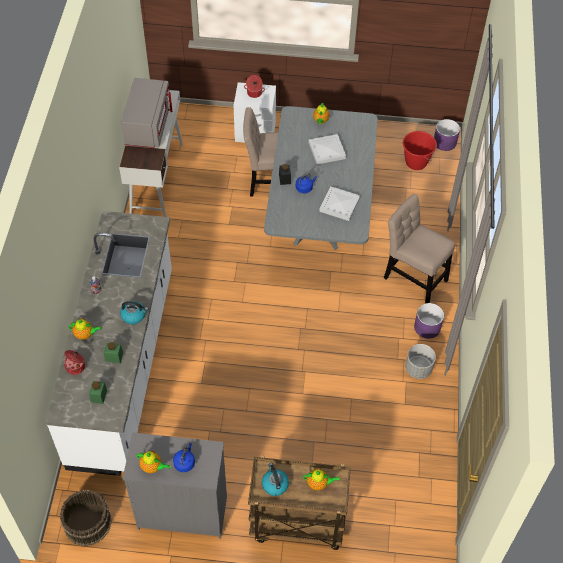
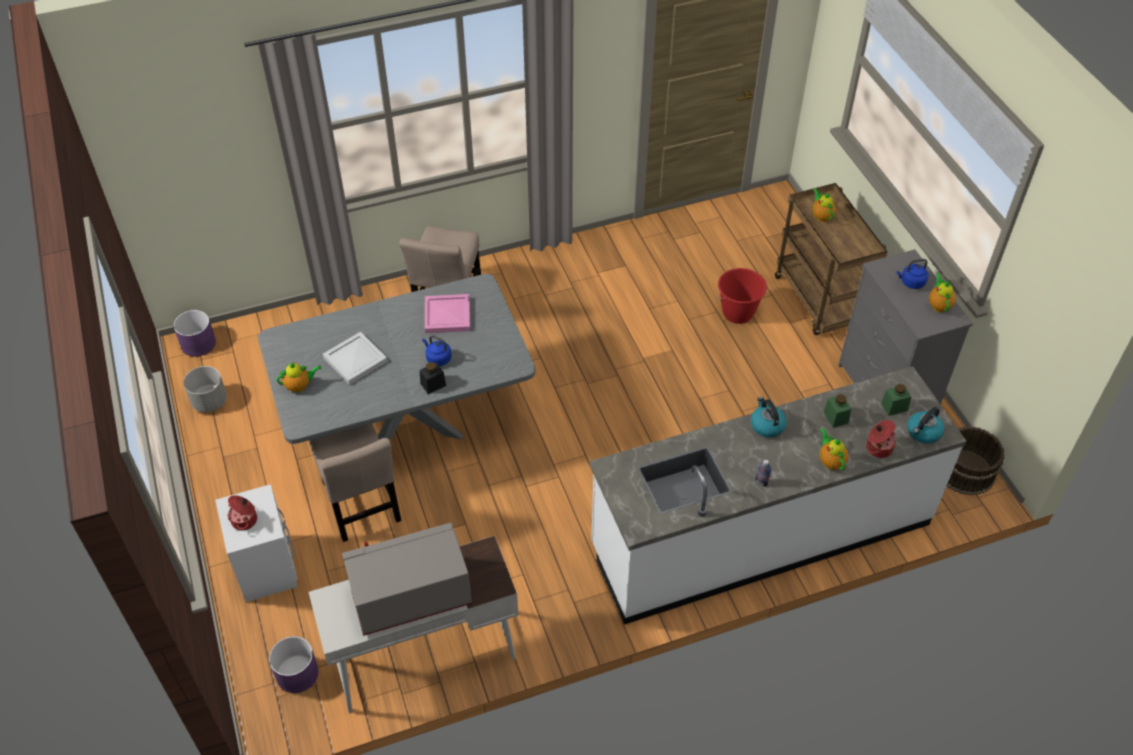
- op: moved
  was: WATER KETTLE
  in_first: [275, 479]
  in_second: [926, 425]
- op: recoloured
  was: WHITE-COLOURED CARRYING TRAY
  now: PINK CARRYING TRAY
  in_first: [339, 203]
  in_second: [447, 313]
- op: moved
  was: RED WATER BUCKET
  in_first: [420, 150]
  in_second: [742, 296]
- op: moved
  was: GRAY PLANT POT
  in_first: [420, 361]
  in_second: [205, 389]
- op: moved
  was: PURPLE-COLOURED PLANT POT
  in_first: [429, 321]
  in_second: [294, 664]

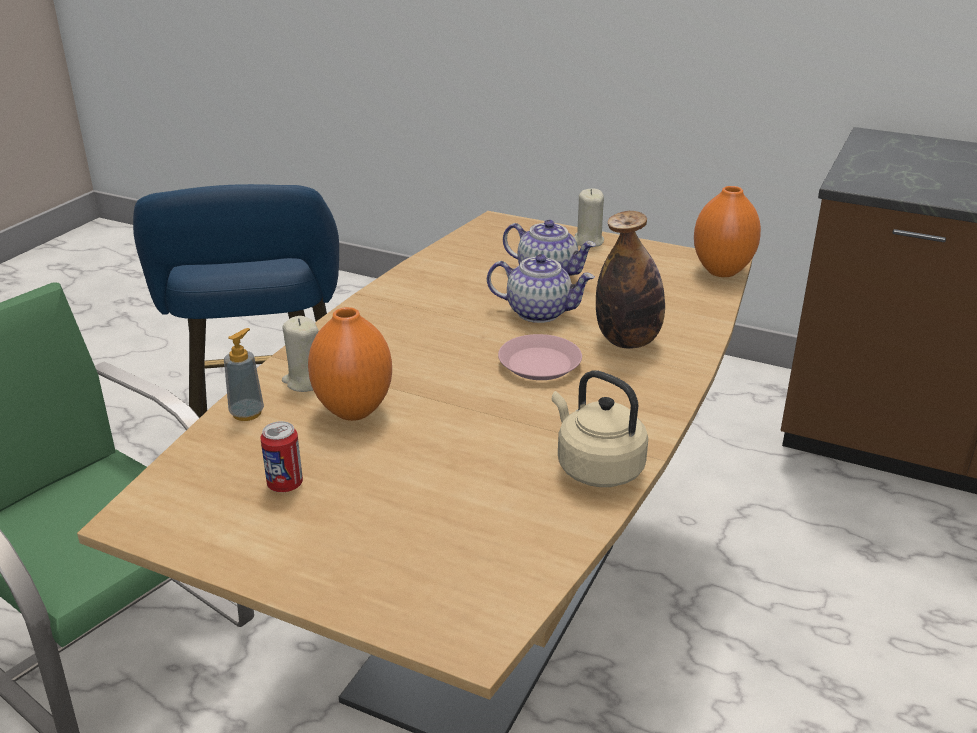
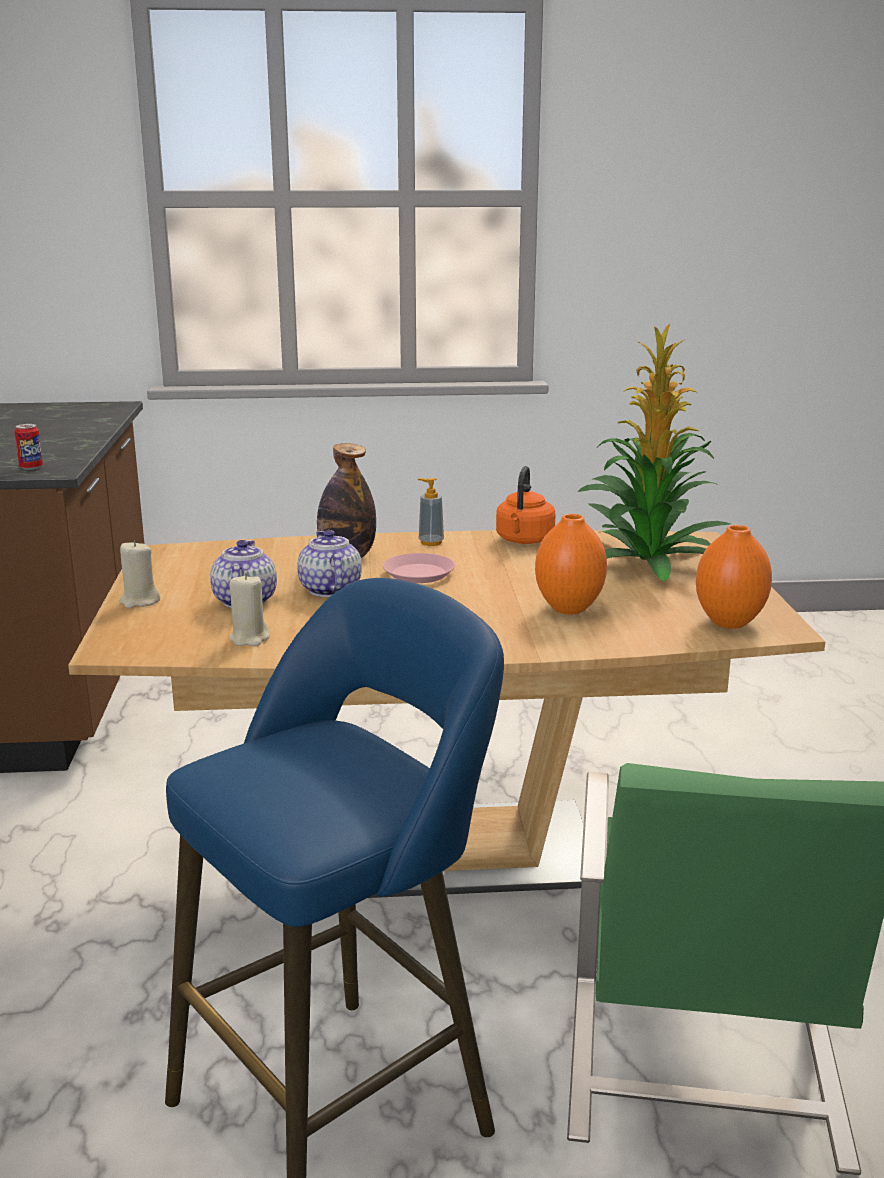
- op: moved
  was: LIQUID SOAP BOTTLE
  in_first: [244, 374]
  in_second: [431, 512]
- op: moved
  was: METAL CAN
  in_first: [281, 456]
  in_second: [28, 447]
- op: moved
  was: SAND-COLOURED WAX CANDLE
  in_first: [300, 354]
  in_second: [249, 609]
- op: recoloured
  was: SAND-COLOURED WATER KETTLE
  now: ORANGEY WATER KETTLE
  in_first: [600, 428]
  in_second: [526, 505]
- op: moved
  was: ORANGEY VASE
  in_first: [727, 231]
  in_second: [734, 577]
- op: added
  now: PLANT IN A POT
  in_second: [654, 453]

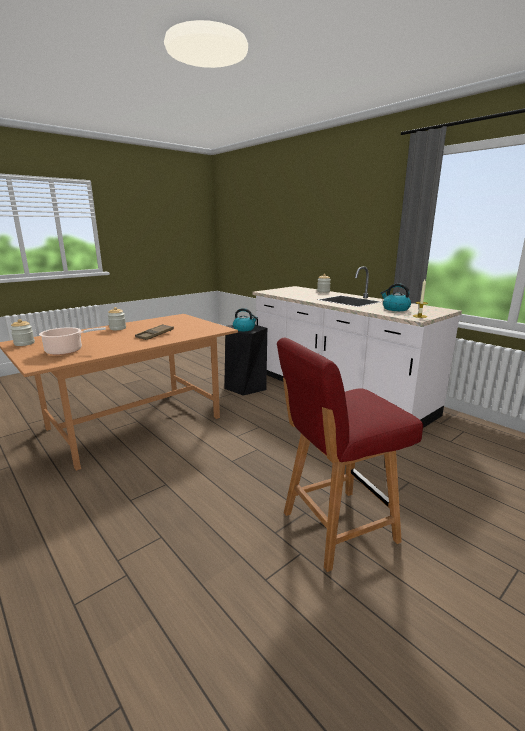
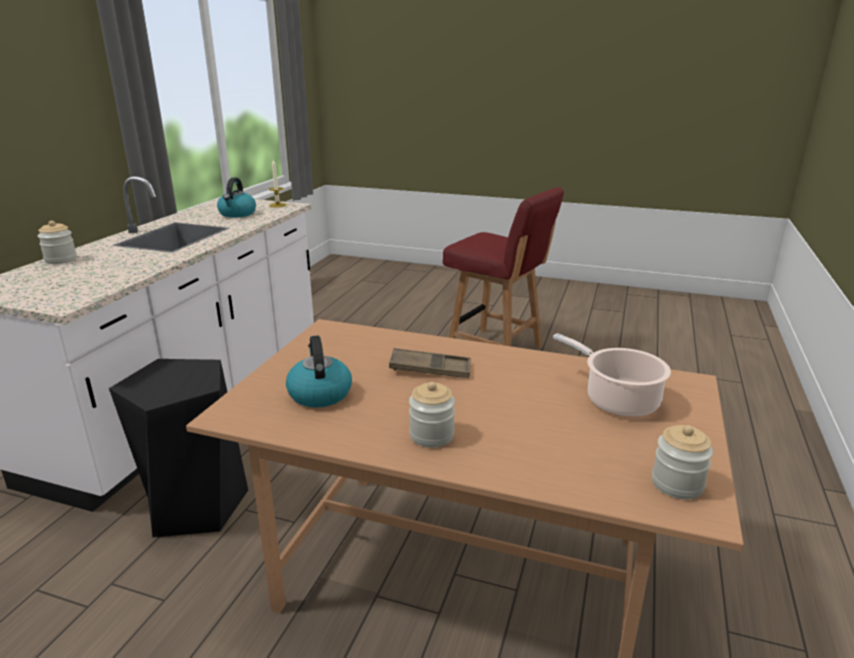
- op: moved
  was: WATER KETTLE
  in_first: [245, 319]
  in_second: [319, 372]

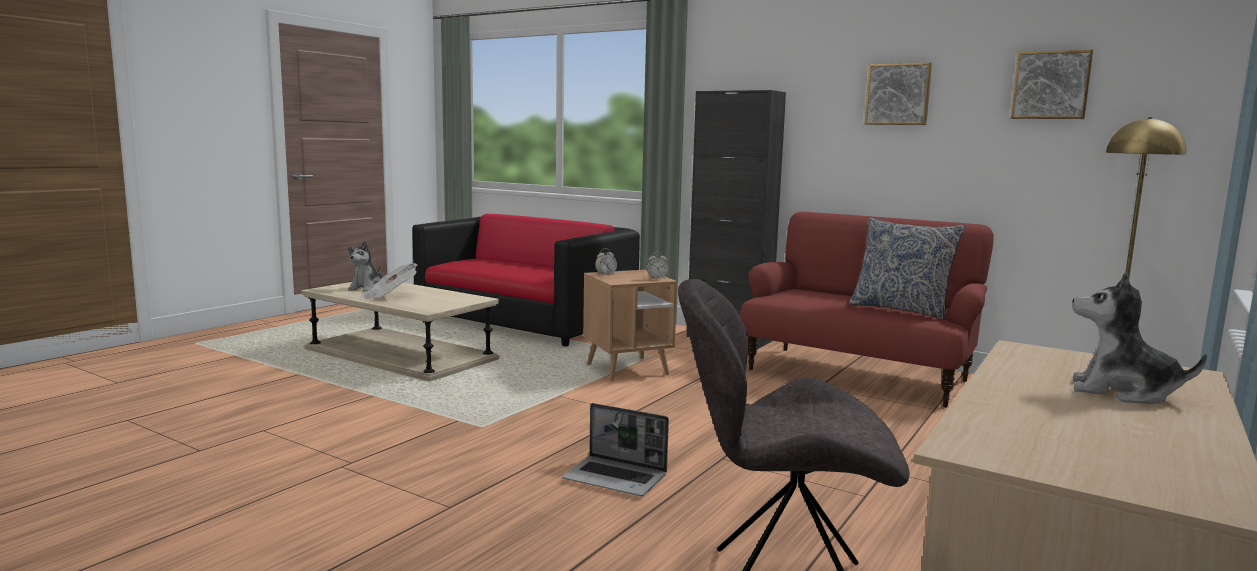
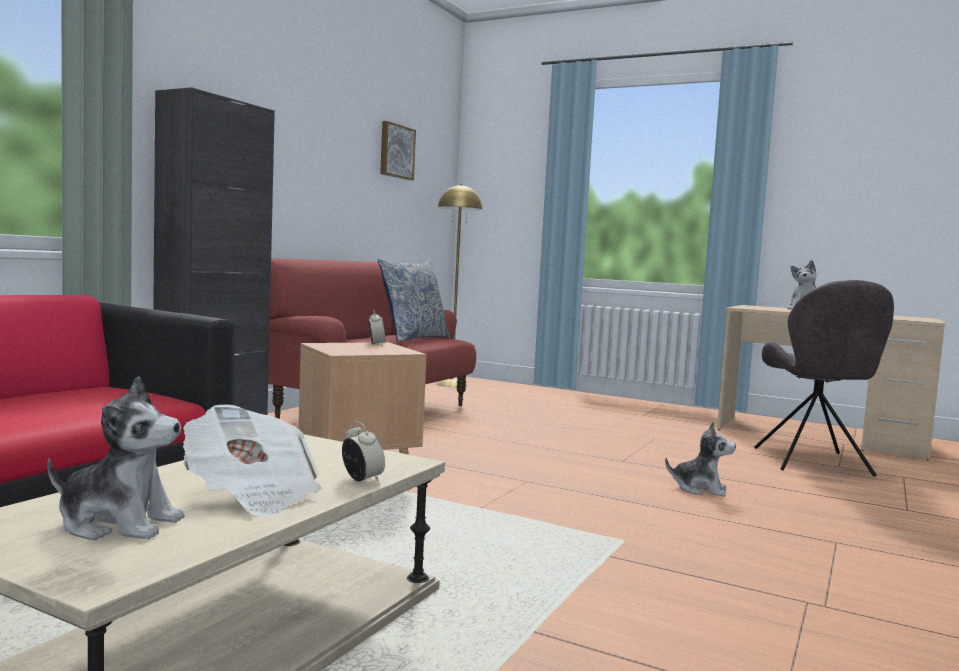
- op: replaced
  was: LAPTOP
  now: SOFT TOY
  in_first: [615, 449]
  in_second: [700, 459]
- op: moved
  was: BEDSIDE CLOCK
  in_first: [606, 261]
  in_second: [363, 451]
- op: removed
  was: WALL PICTURE
  in_first: [898, 93]

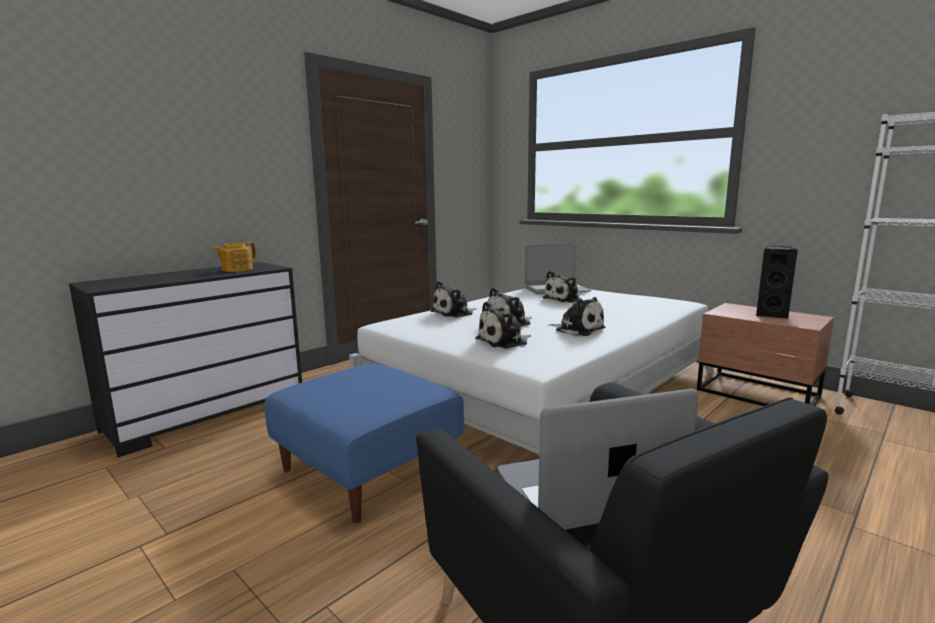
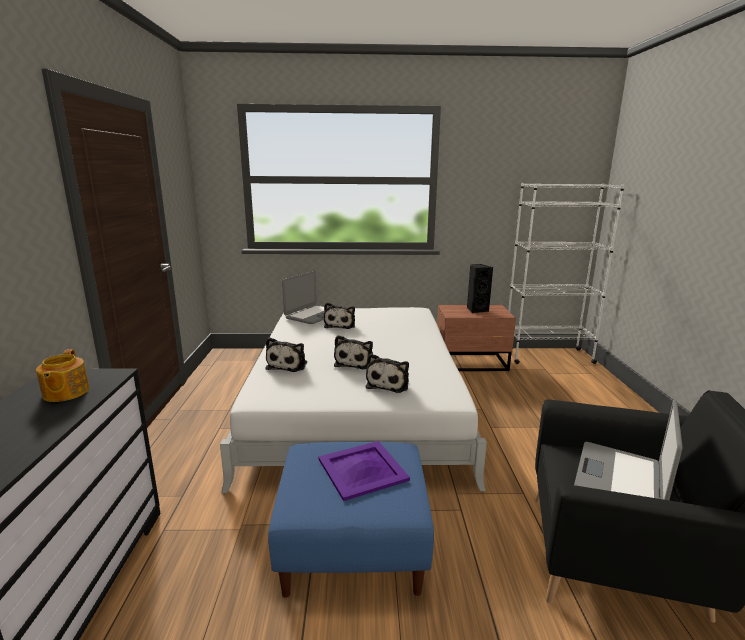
- op: removed
  was: SOFT TOY
  in_first: [576, 316]
- op: added
  now: PURPLE-COLOURED CARRYING TRAY
  in_second: [364, 471]

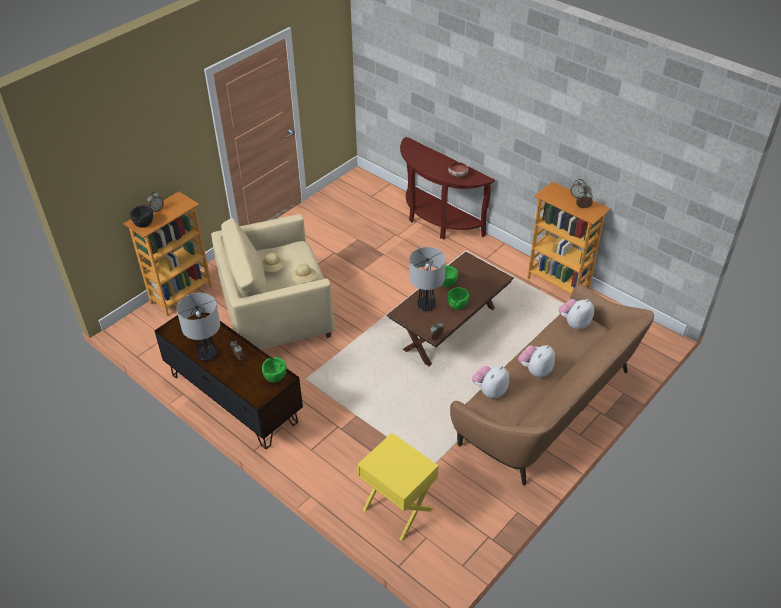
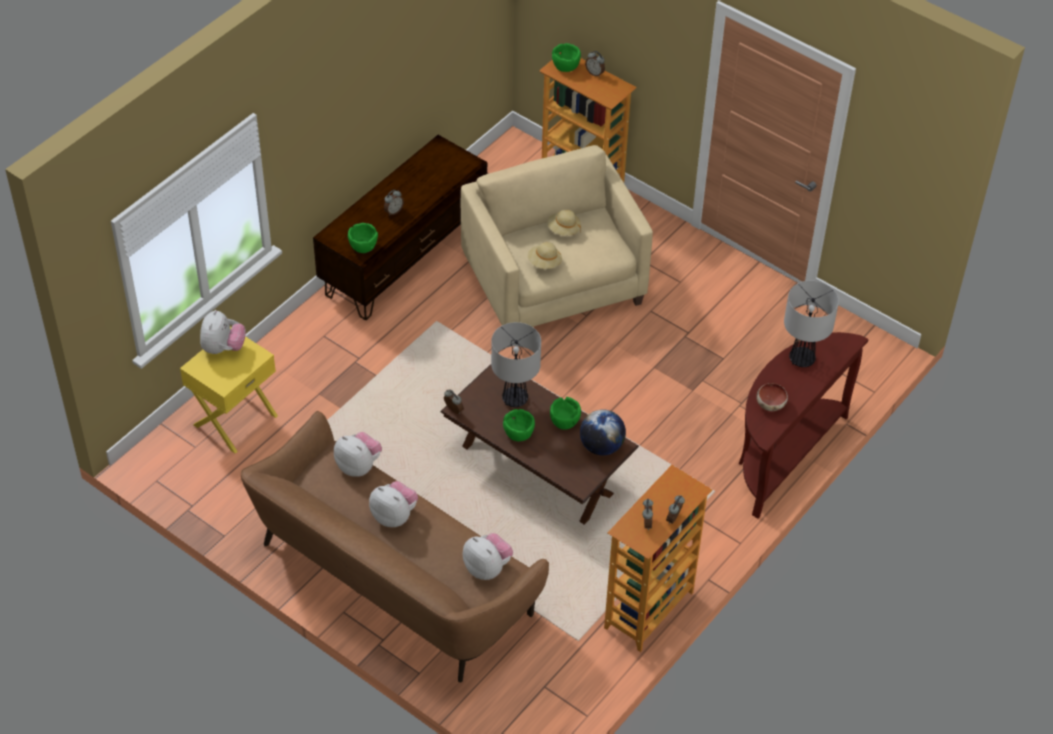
- op: recoloured
  was: BLACK BOWL
  now: GREEN BOWL
  in_first: [141, 216]
  in_second: [566, 57]
- op: moved
  was: LAMP FOR A TABLE
  in_first: [198, 327]
  in_second: [811, 324]
- op: added
  now: SOFT TOY
  in_second: [223, 332]
- op: added
  now: WORLD GLOBE
  in_second: [603, 432]

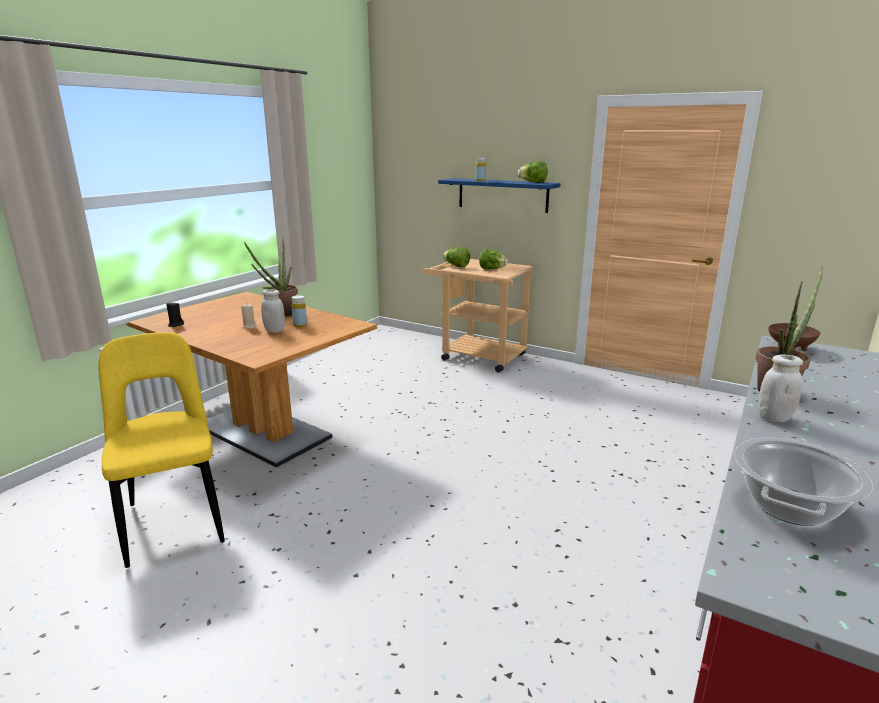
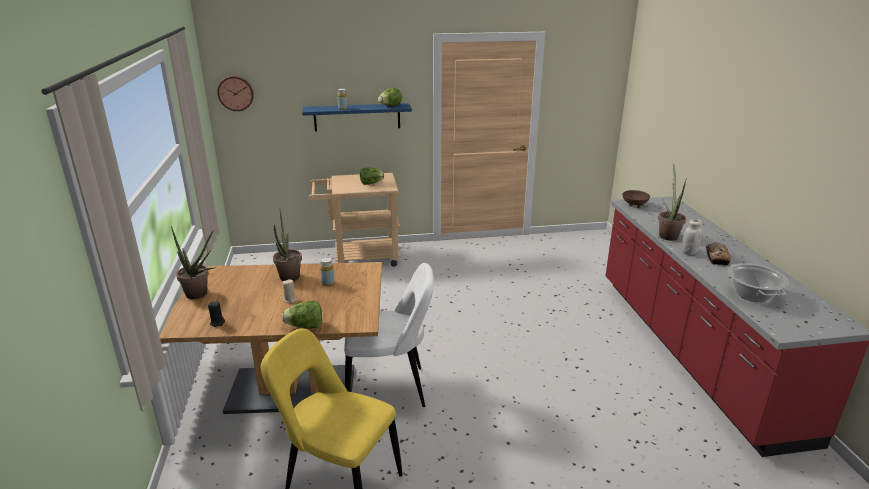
- op: removed
  was: WHITE-COLOURED STORAGE JAR
  in_first: [273, 311]
- op: moved
  was: HEAD OF LETTUCE
  in_first: [456, 257]
  in_second: [302, 315]
- op: added
  now: PLANT IN A POT
  in_second: [193, 262]
- op: added
  now: HANGING CLOCK
  in_second: [235, 93]
- op: added
  now: WHITE-COLOURED CHAIR
  in_second: [389, 335]
- op: added
  now: BAKED BREAD
  in_second: [718, 254]

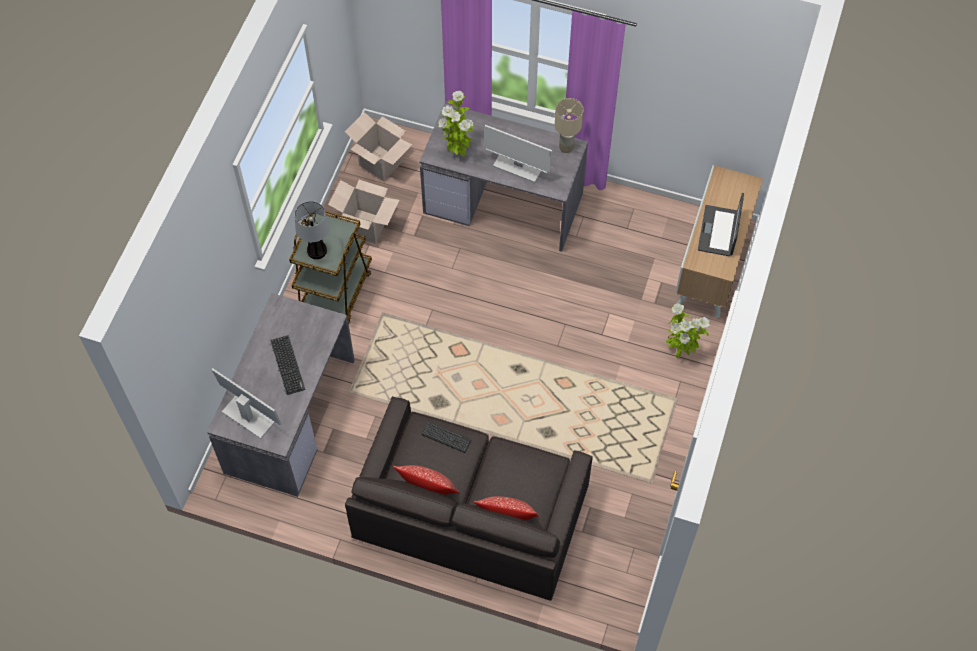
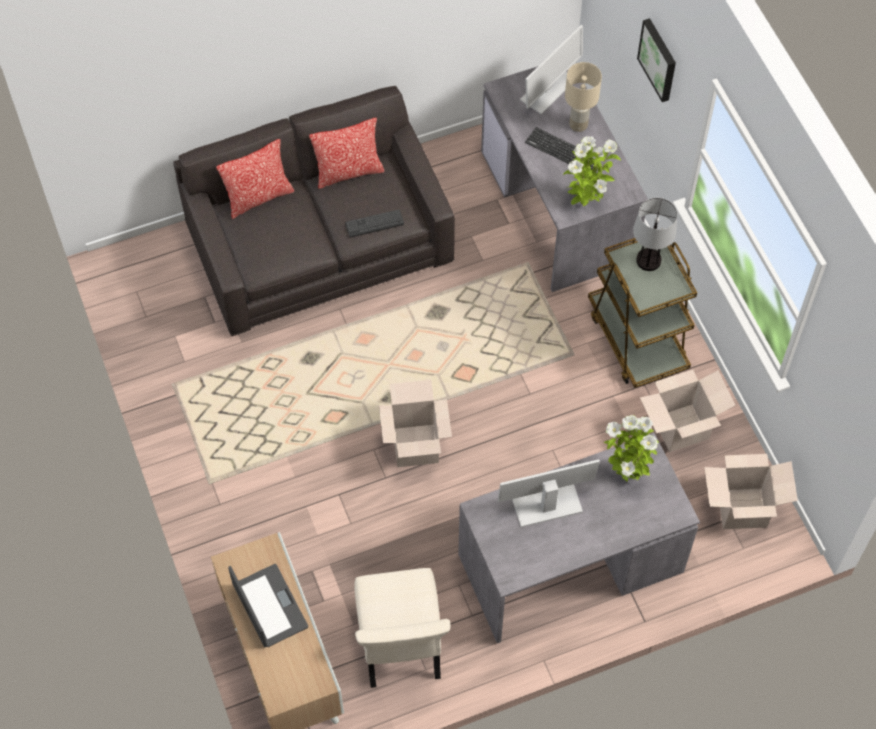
- op: turned
  was: COMPUTER SCREEN
  in_first: [246, 403]
  in_second: [551, 70]
  clockwise: -45
- op: moved
  was: SAND-COLOURED LAMP FOR A TABLE
  in_first: [569, 125]
  in_second: [583, 97]
- op: moved
  was: PLANT IN A POT
  in_first: [688, 330]
  in_second: [592, 171]
- op: added
  now: SAND-COLOURED CHAIR
  in_second: [402, 628]
- op: added
  now: CARDBOARD BOX
  in_second: [415, 423]
- op: added
  now: WALL PICTURE
  in_second: [656, 60]

